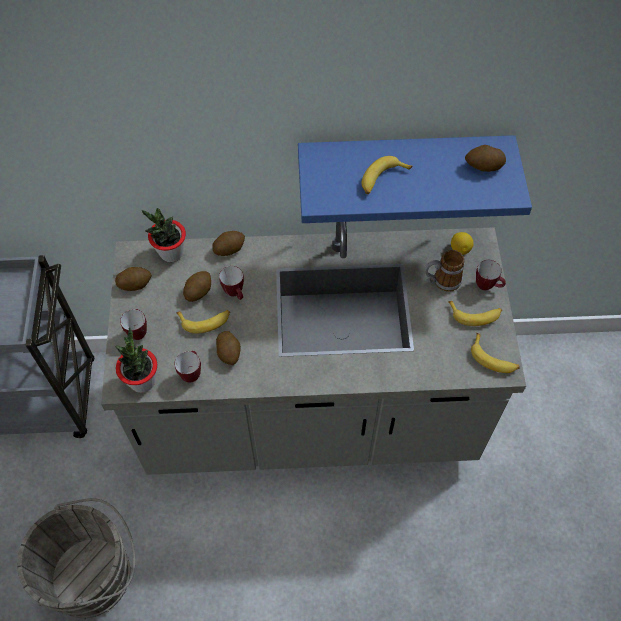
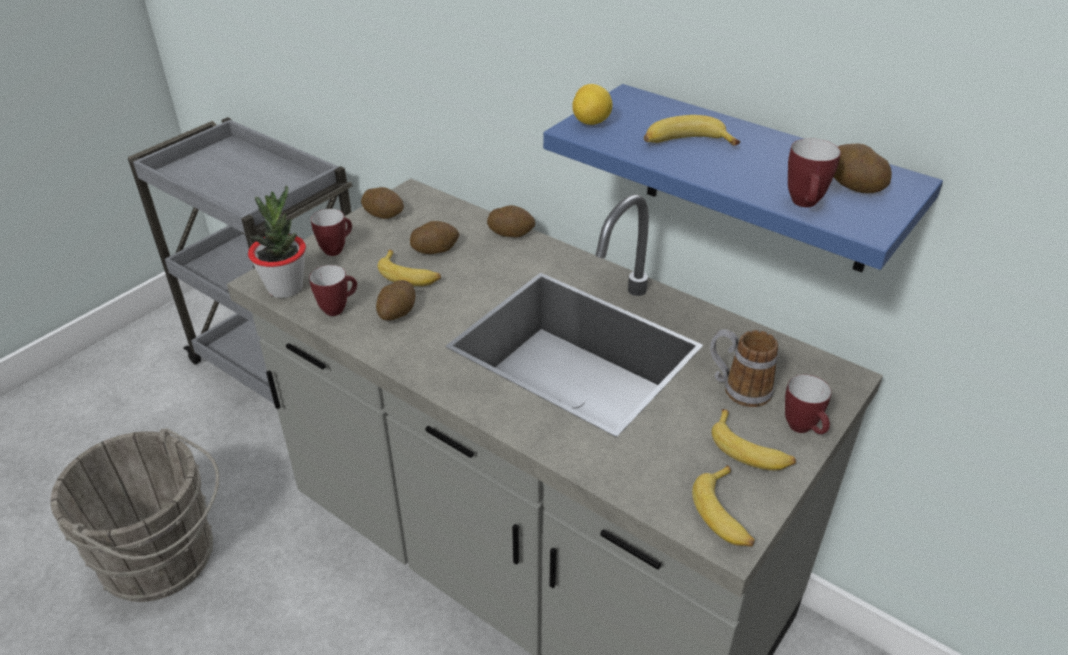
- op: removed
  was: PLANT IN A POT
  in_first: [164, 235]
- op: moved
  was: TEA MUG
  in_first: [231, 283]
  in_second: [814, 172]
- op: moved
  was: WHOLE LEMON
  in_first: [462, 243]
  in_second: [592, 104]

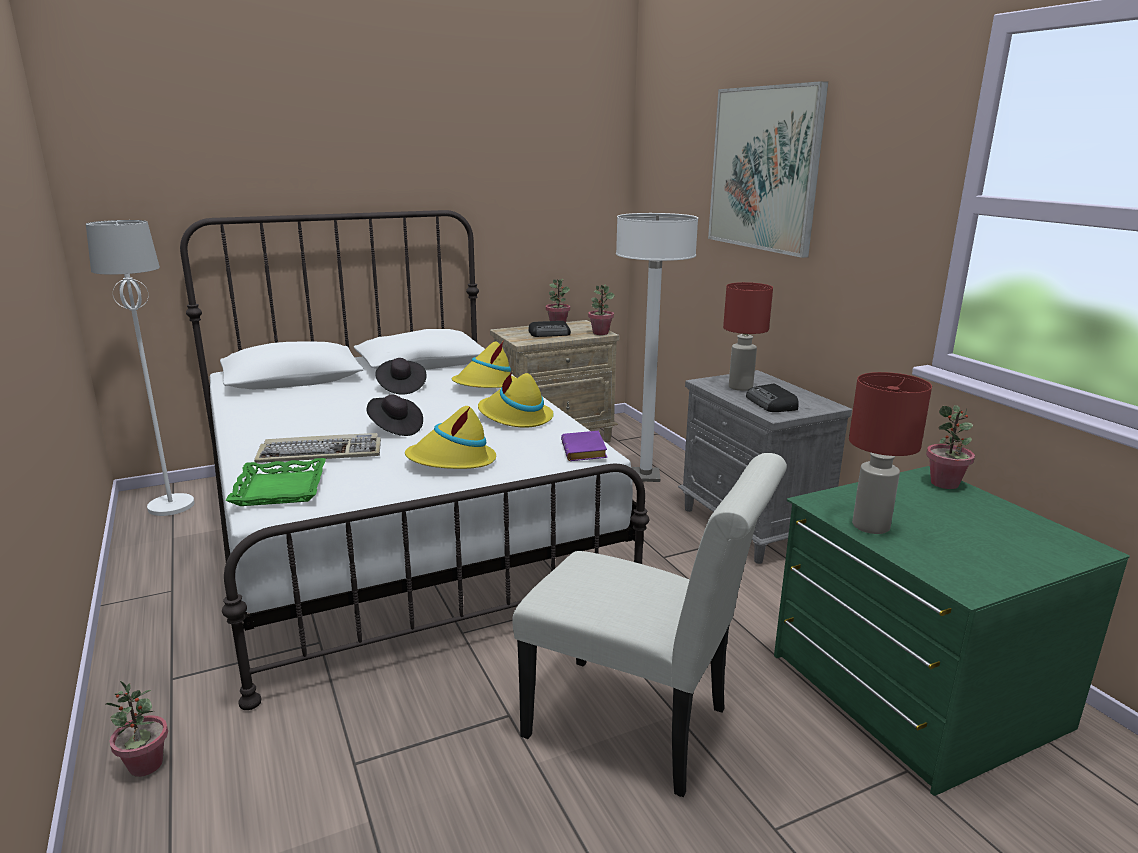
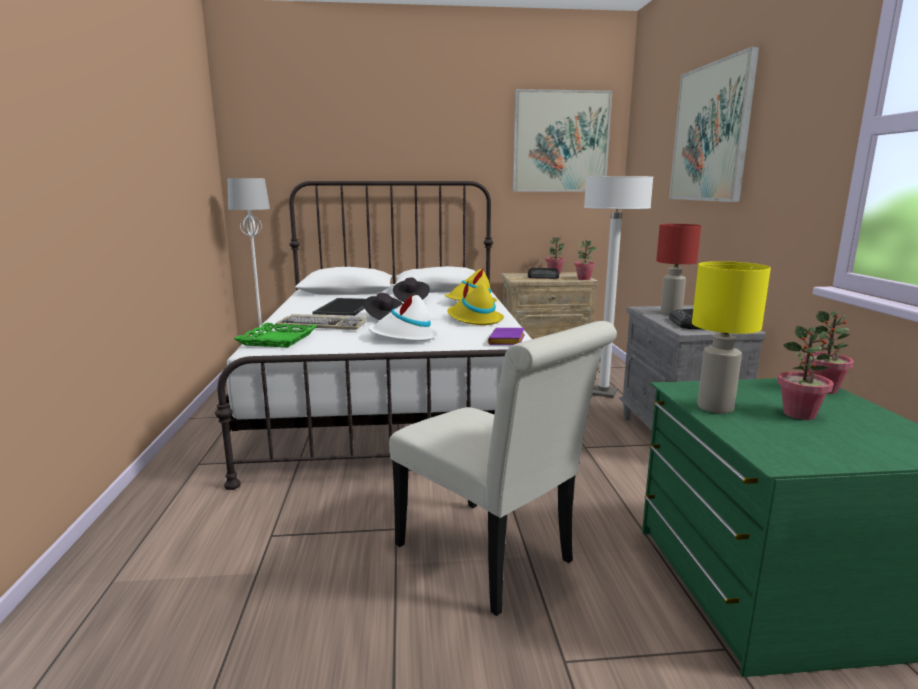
- op: moved
  was: PLANT IN A POT
  in_first: [137, 729]
  in_second: [805, 373]
- op: recoloured
  was: YELLOW-COLOURED WEARABLE HAT
  now: WHITE-COLOURED WEARABLE HAT
  in_first: [450, 437]
  in_second: [403, 317]
- op: recoloured
  was: RED LAMP FOR A TABLE
  now: YELLOW-COLOURED LAMP FOR A TABLE
  in_first: [890, 453]
  in_second: [731, 337]
- op: added
  now: CARRYING TRAY
  in_second: [339, 307]
- op: added
  now: WALL PICTURE
  in_second: [562, 140]

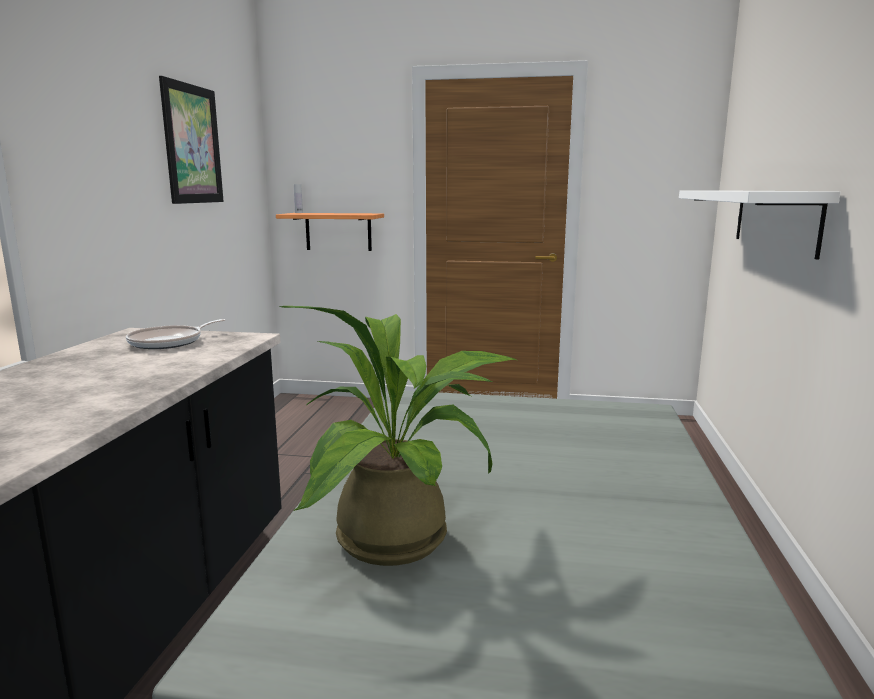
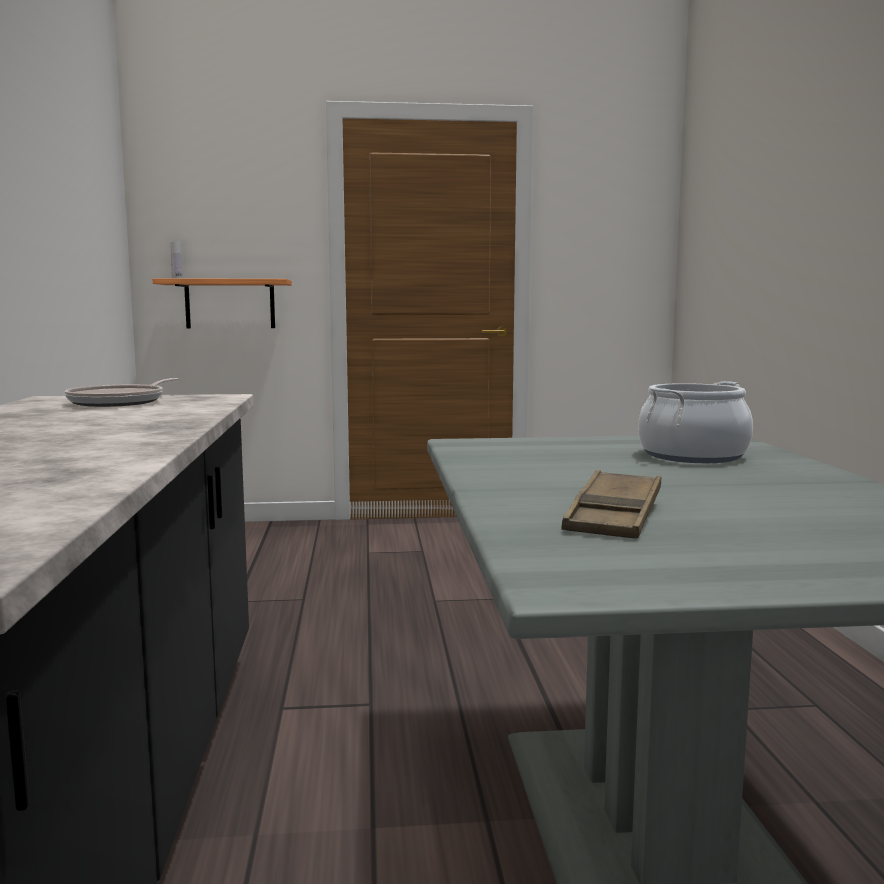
- op: removed
  was: WALL PICTURE
  in_first: [191, 140]
- op: replaced
  was: PLANT IN A POT
  now: BROWNISH CARRYING TRAY
  in_first: [398, 436]
  in_second: [611, 504]
- op: removed
  was: WHITE-COLOURED SHELF
  in_first: [760, 225]
- op: added
  now: COOKING POT
  in_second: [695, 422]

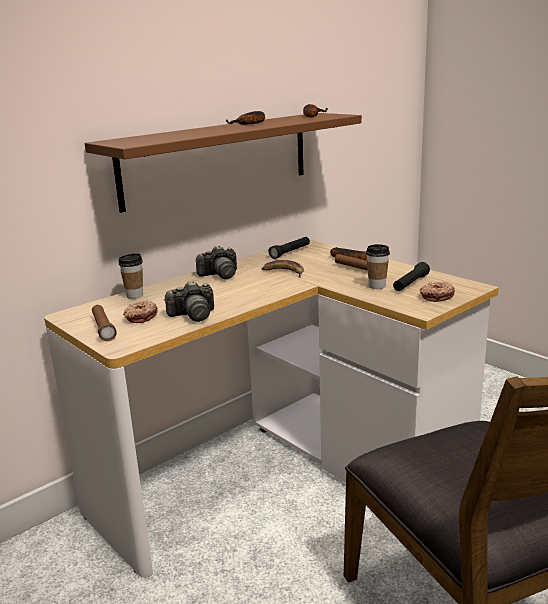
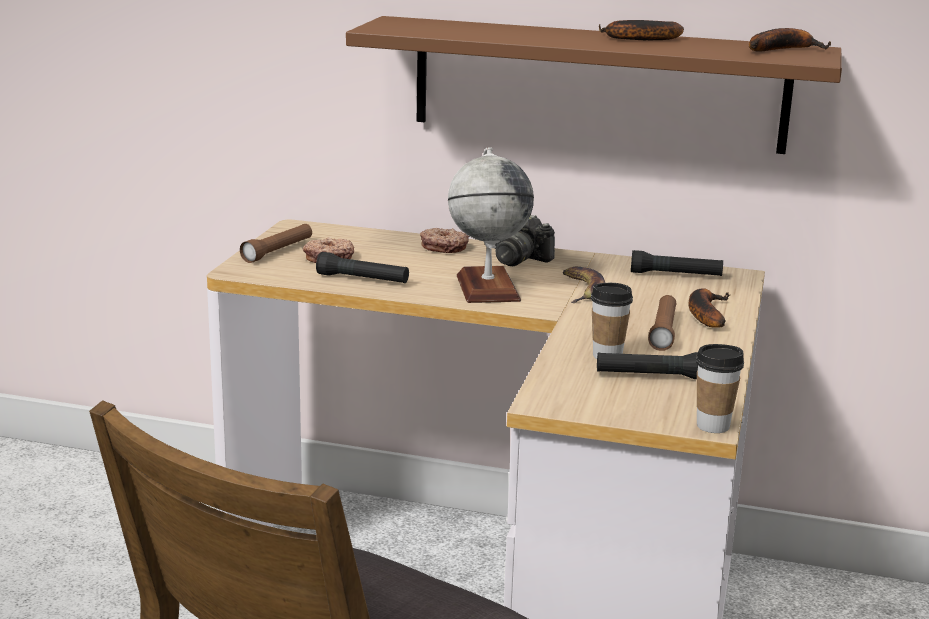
- op: moved
  was: DRINKING CUP
  in_first: [130, 276]
  in_second: [720, 388]
- op: replaced
  was: STILL CAMERA
  now: BLACK TORCH
  in_first: [189, 301]
  in_second: [362, 267]
- op: moved
  was: DOUGHNUT
  in_first: [437, 292]
  in_second: [444, 240]
- op: added
  now: WORLD GLOBE
  in_second: [491, 225]

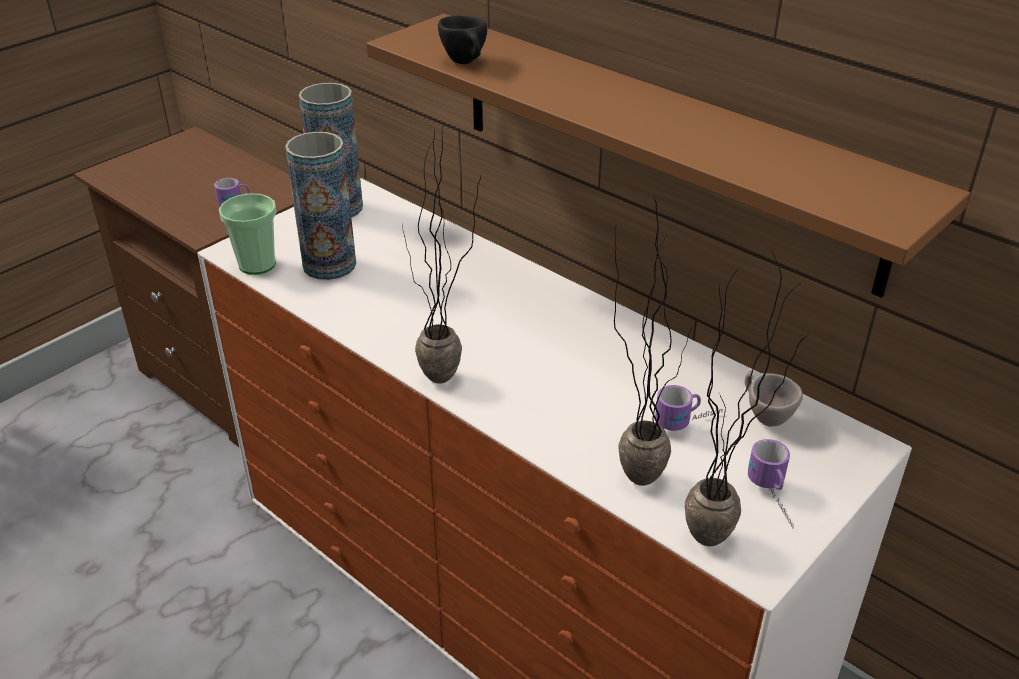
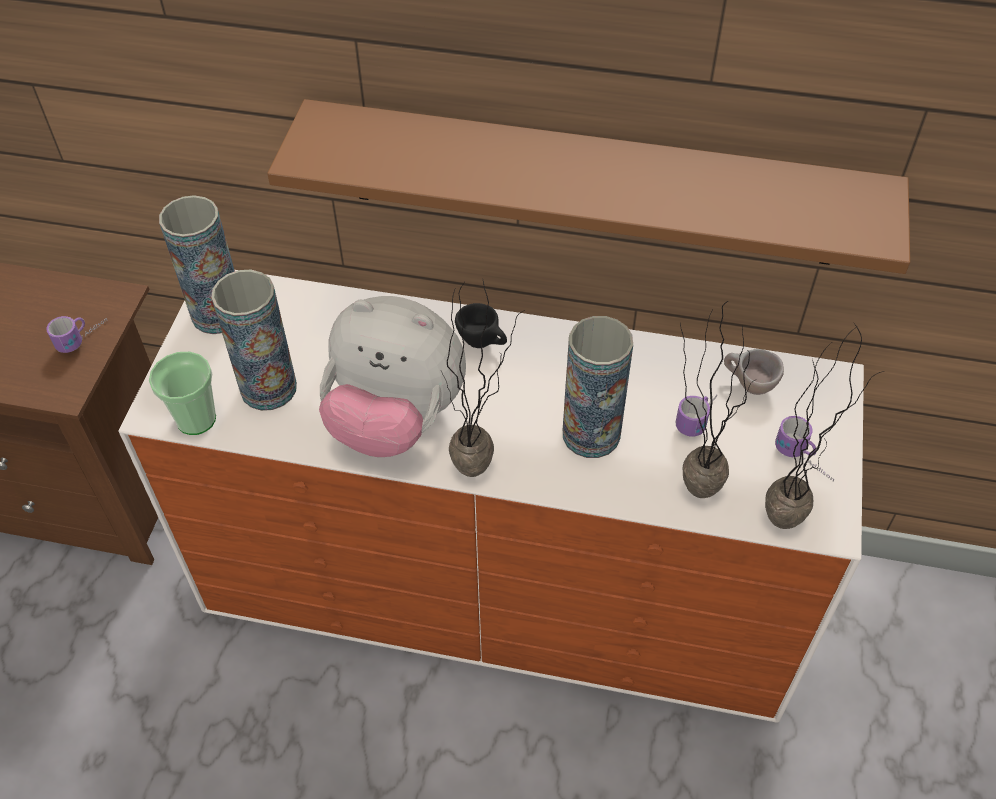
- op: moved
  was: BLACK DRINKING CUP
  in_first: [462, 39]
  in_second: [481, 325]
- op: added
  now: SOFT TOY
  in_second: [392, 376]
- op: added
  now: VASE
  in_second: [598, 387]

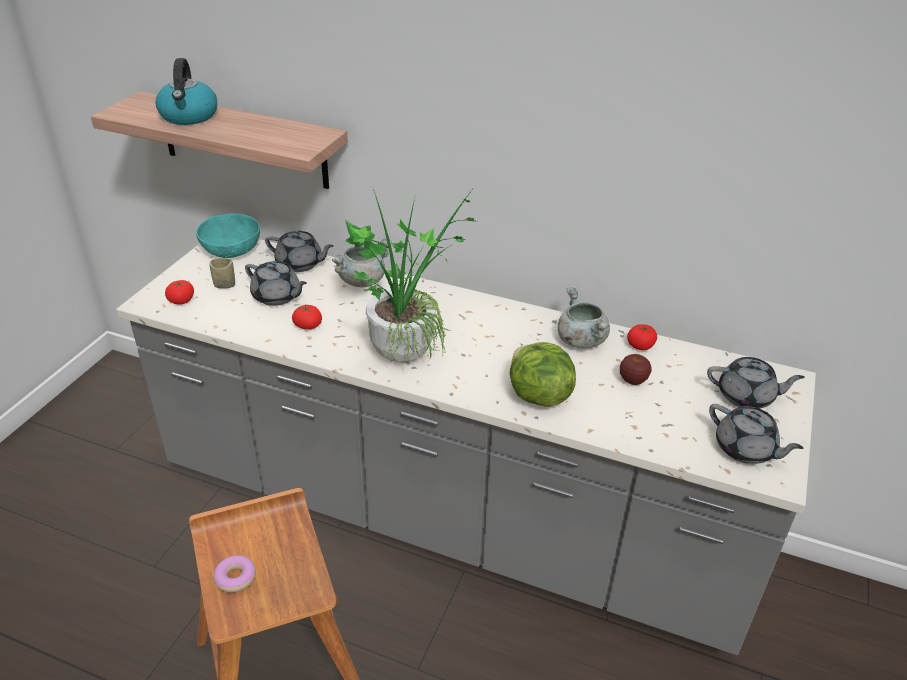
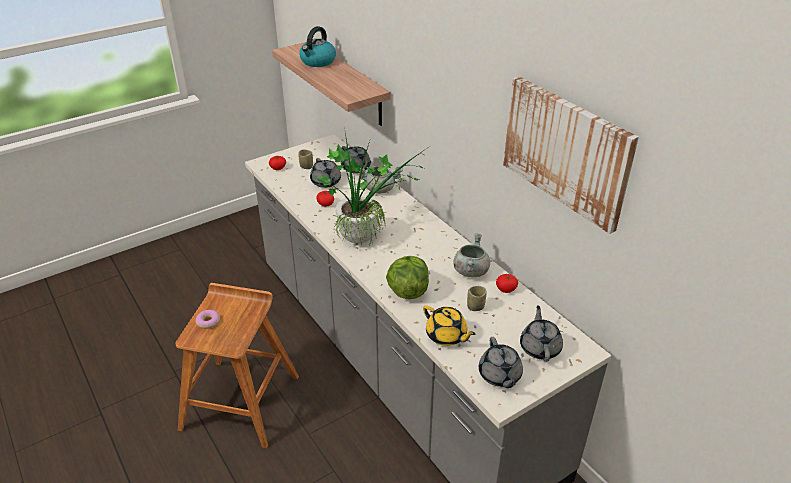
- op: removed
  was: BLUE-GREEN BOWL
  in_first: [228, 235]
- op: replaced
  was: APPLE FRUIT
  now: DRINKING CUP
  in_first: [636, 369]
  in_second: [476, 298]
- op: turned
  was: GRAY TEAPOT
  in_first: [756, 383]
  in_second: [541, 333]
  clockwise: -135
- op: added
  now: YELLOW-COLOURED TEAPOT
  in_second: [449, 325]
- op: added
  now: WALL PICTURE
  in_second: [571, 155]

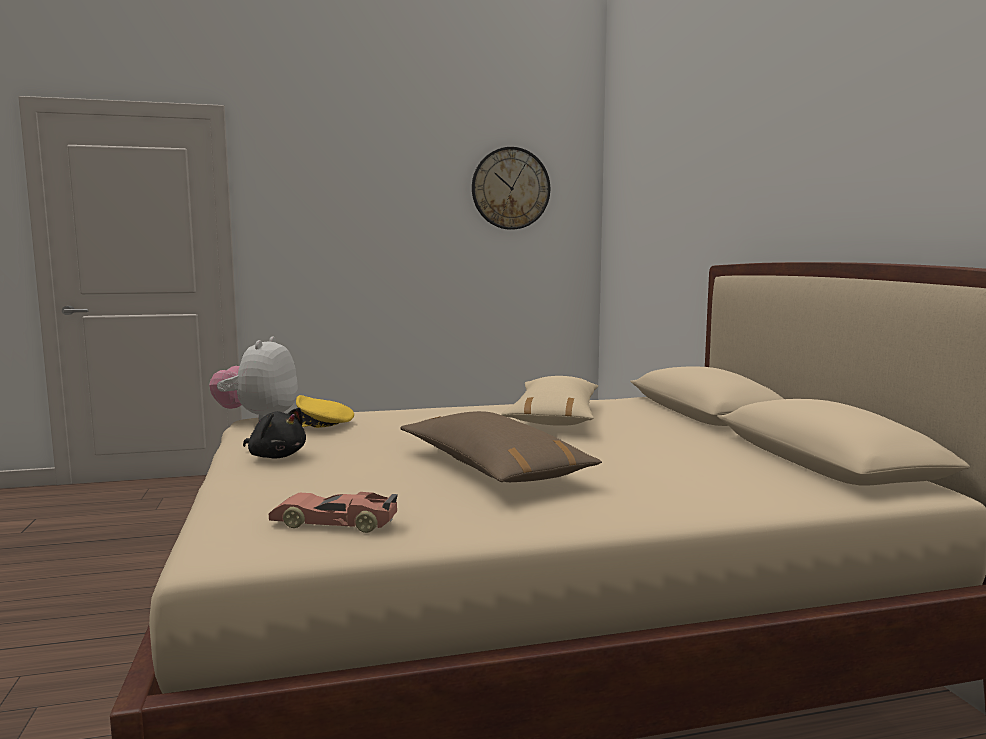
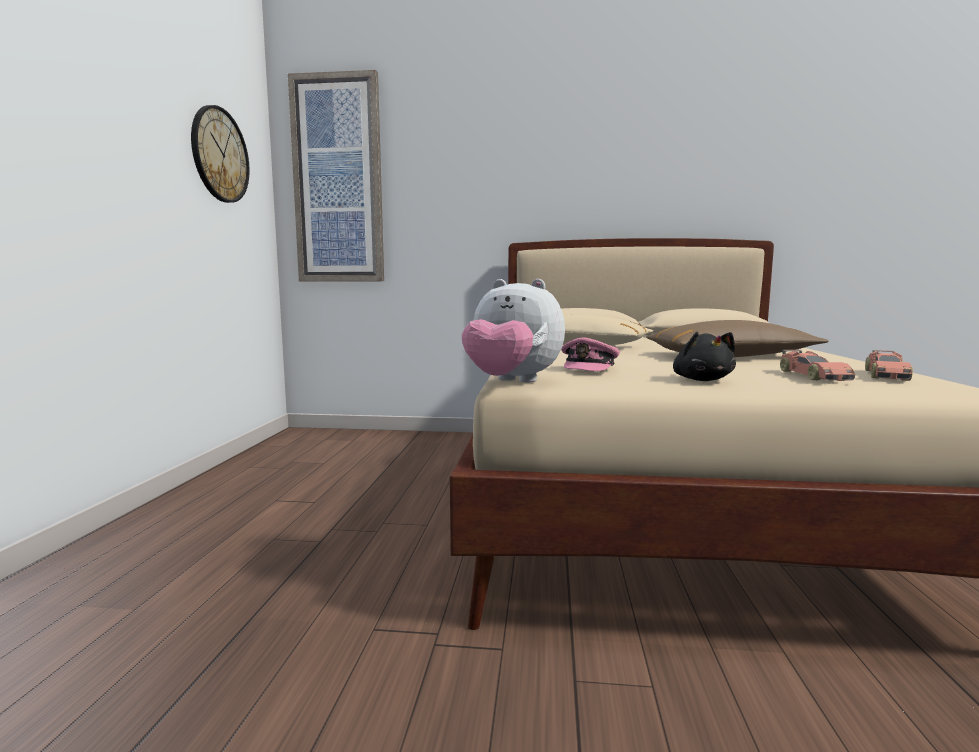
- op: turned
  was: BLACK SOFT TOY
  in_first: [274, 433]
  in_second: [704, 356]
  clockwise: 120
- op: recoloured
  was: YELLOW-COLOURED PEAKED CAP
  now: PINK PEAKED CAP
  in_first: [325, 411]
  in_second: [590, 354]
- op: added
  now: WALL PICTURE
  in_second: [336, 175]
- op: added
  now: TOY CAR
  in_second: [817, 365]

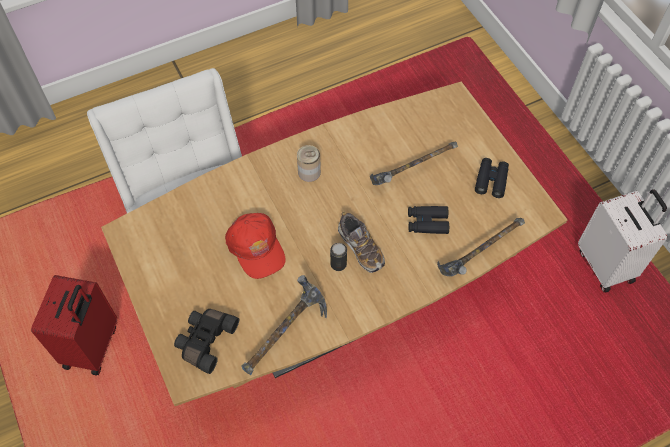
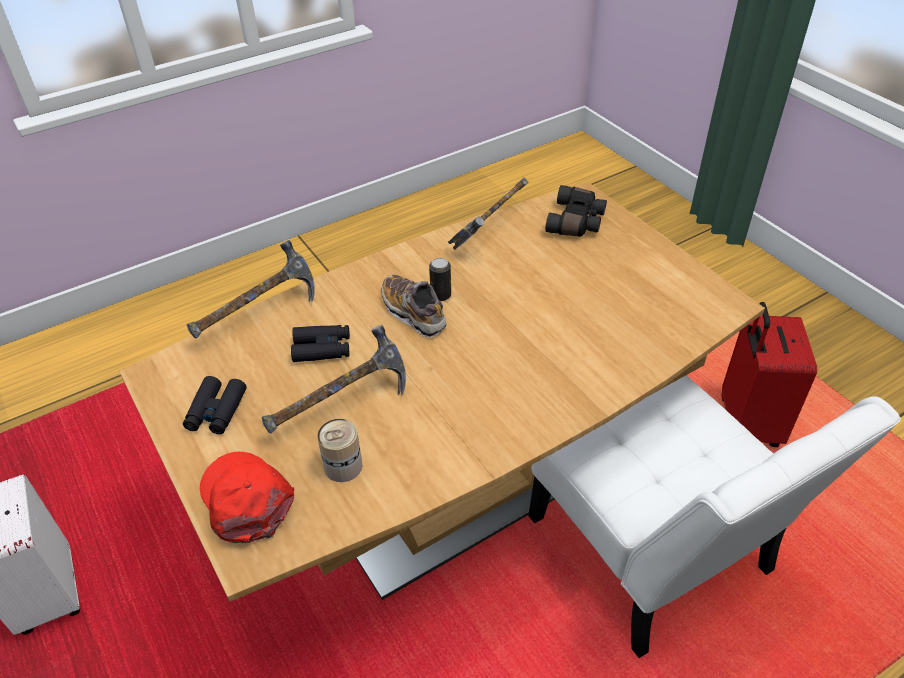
- op: moved
  was: RED PEAKED CAP
  in_first: [255, 246]
  in_second: [247, 498]
- op: moved
  was: METAL CAN
  in_first: [309, 163]
  in_second: [339, 450]

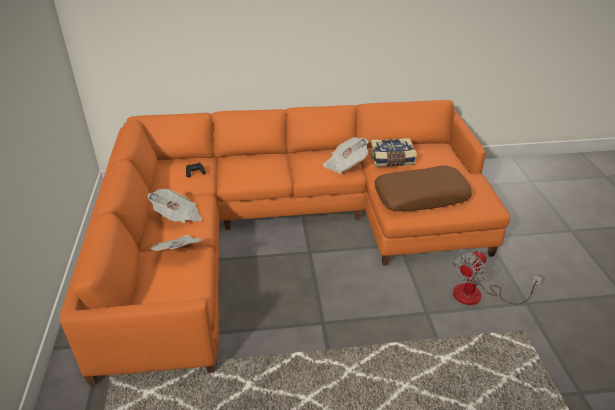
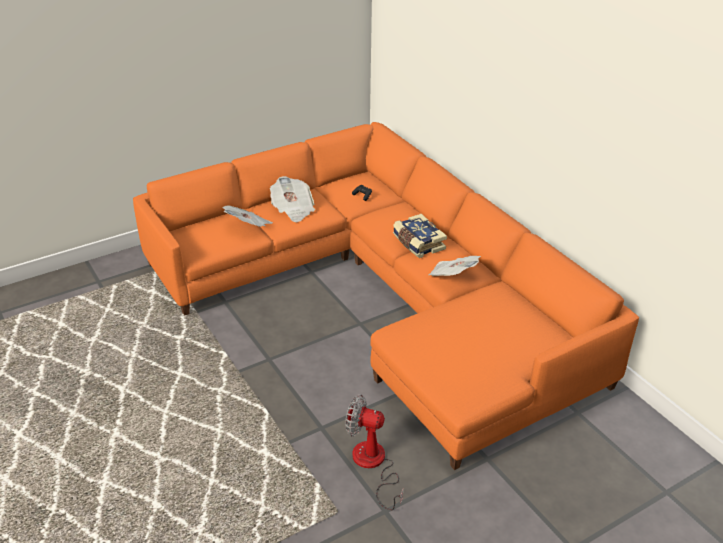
- op: moved
  was: BOUND BOOK
  in_first: [393, 152]
  in_second: [420, 236]
- op: removed
  was: BROWNISH CUSHION
  in_first: [423, 188]

